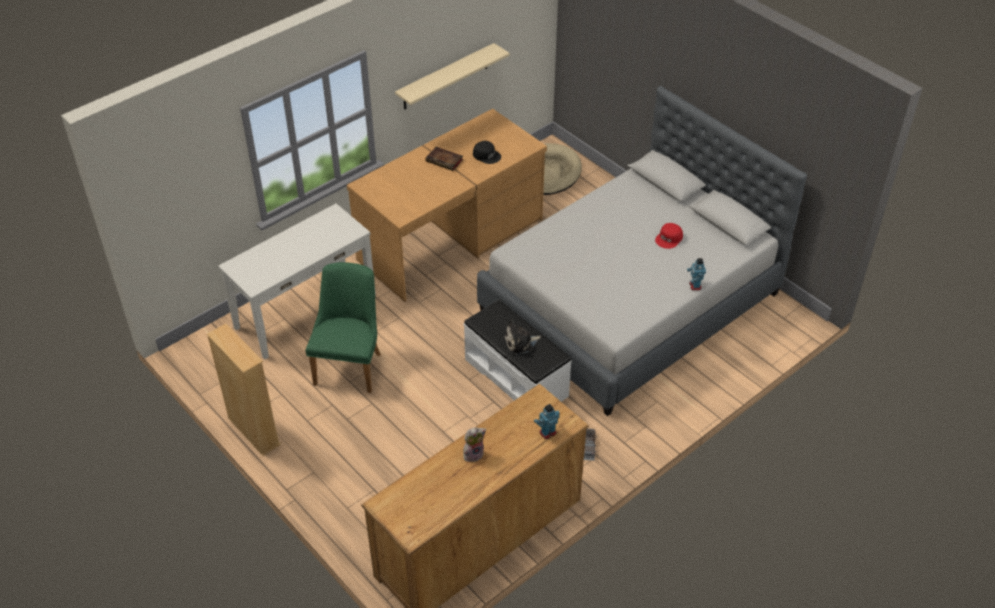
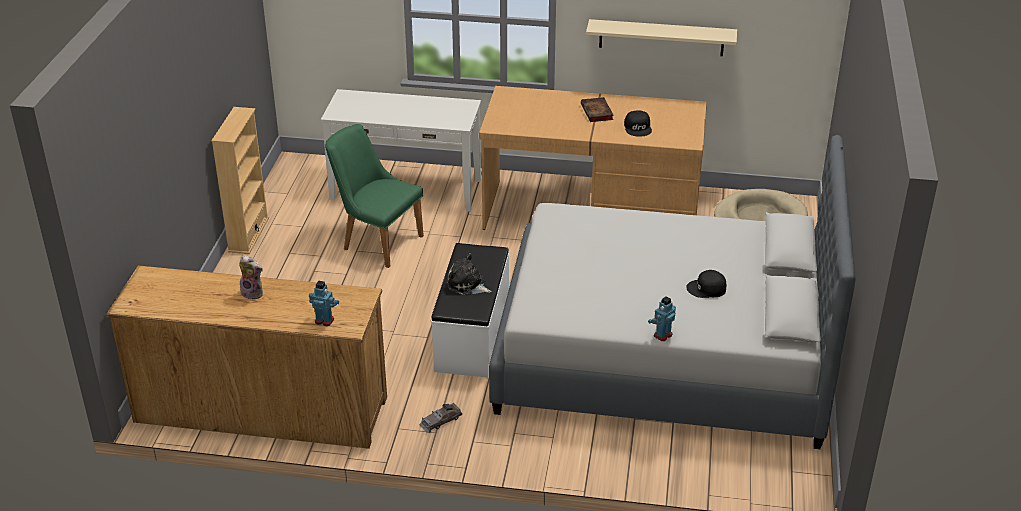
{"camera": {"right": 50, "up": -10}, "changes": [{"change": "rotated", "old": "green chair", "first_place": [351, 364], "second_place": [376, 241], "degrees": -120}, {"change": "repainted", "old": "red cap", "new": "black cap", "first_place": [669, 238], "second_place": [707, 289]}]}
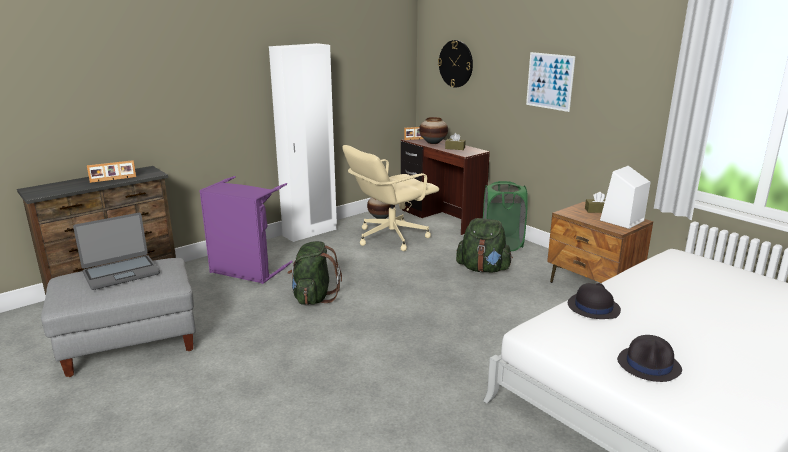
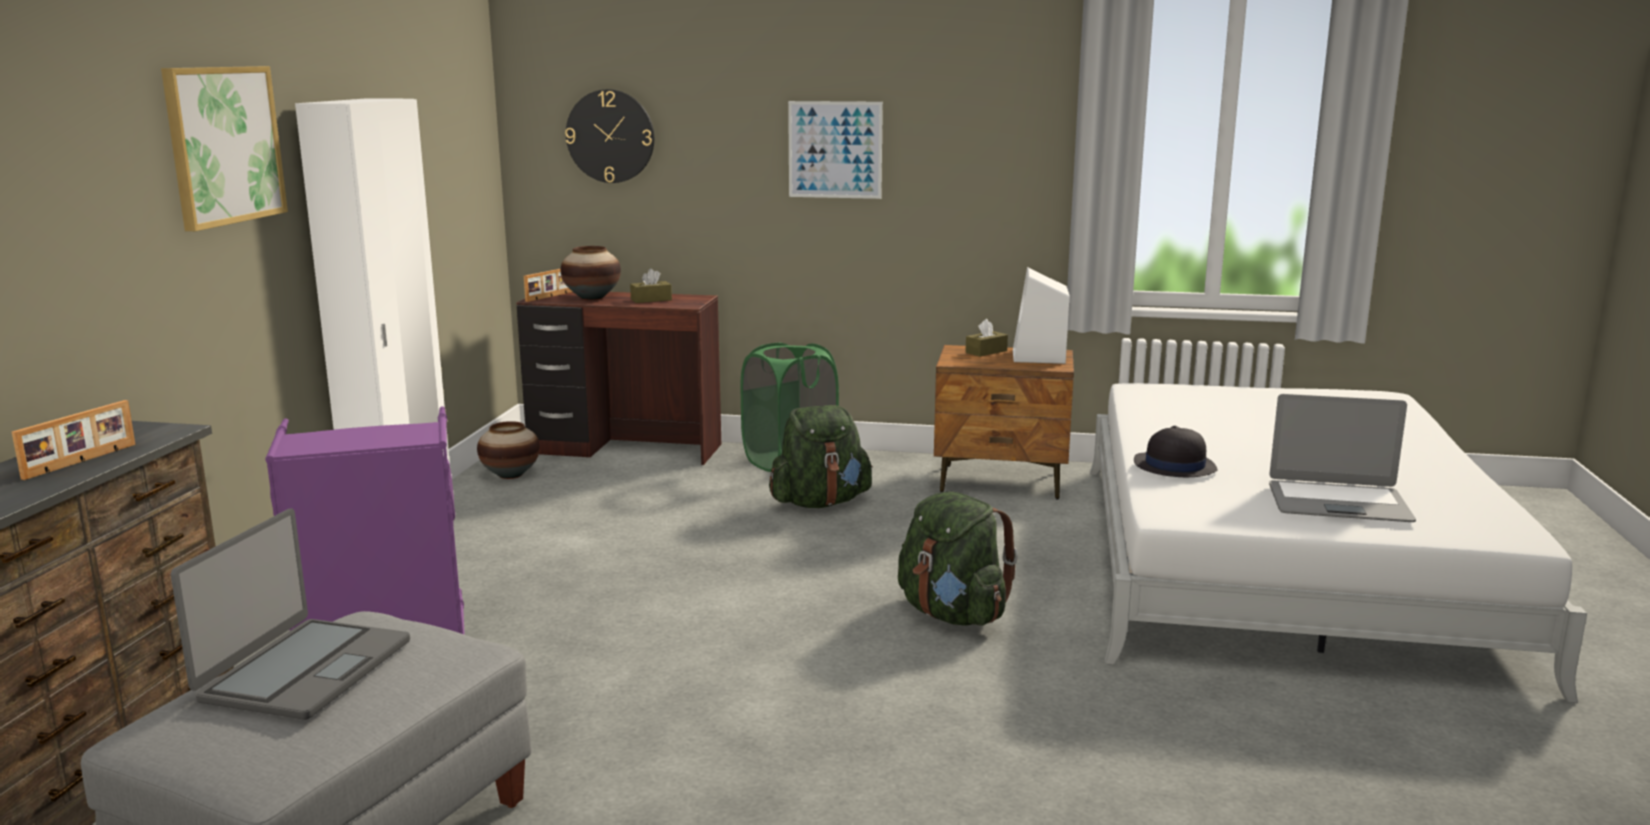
{"camera": {"right": -40, "up": -5}, "changes": [{"change": "shifted", "old": "green backpack", "first_place": [313, 297], "second_place": [953, 614]}, {"change": "gone", "old": "beige office chair", "first_place": [390, 237]}, {"change": "swapped", "old": "black hat", "new": "laptop", "first_place": [649, 365], "second_place": [1338, 503]}, {"change": "new", "new": "picture", "second_place": [224, 145]}]}
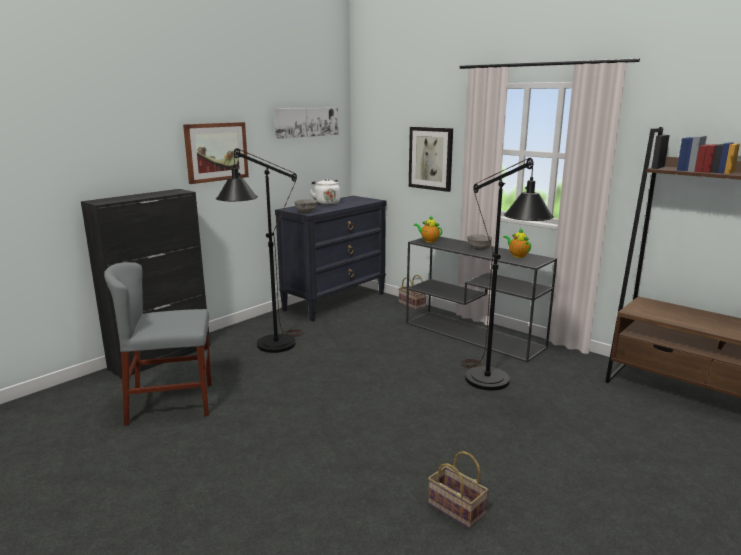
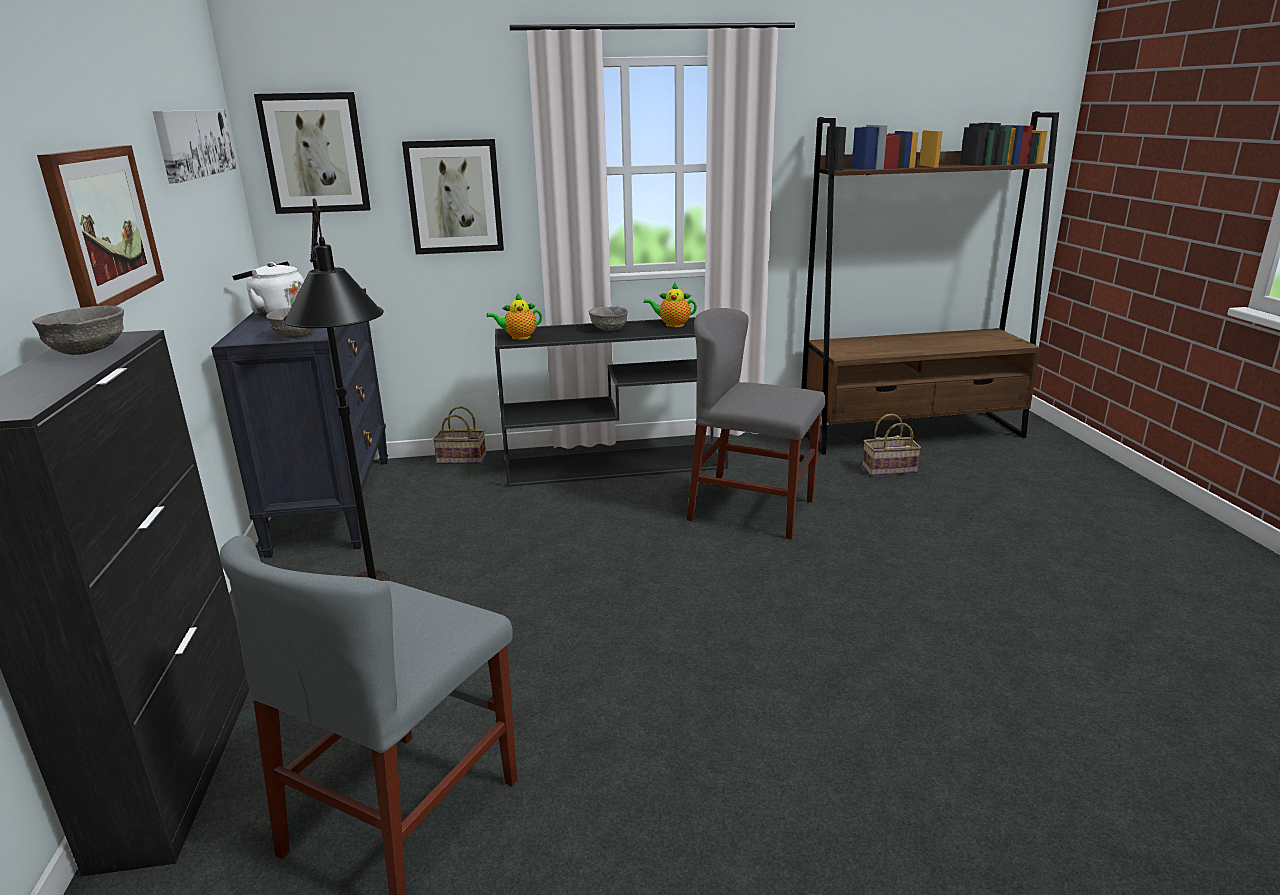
{"camera": {"right": -50, "up": 5}, "changes": [{"change": "shifted", "old": "basket", "first_place": [454, 509], "second_place": [888, 470]}, {"change": "swapped", "old": "black floor lamp", "new": "grey chair", "first_place": [493, 385], "second_place": [752, 510]}, {"change": "new", "new": "grey bowl", "second_place": [89, 351]}, {"change": "new", "new": "picture", "second_place": [315, 153]}]}
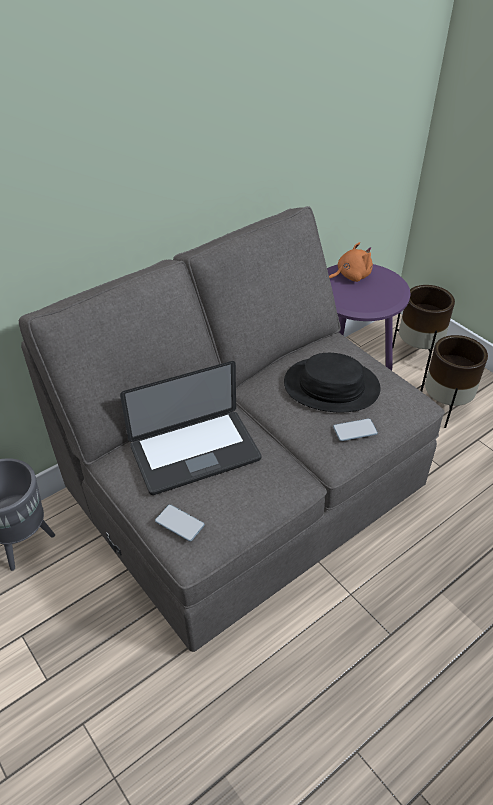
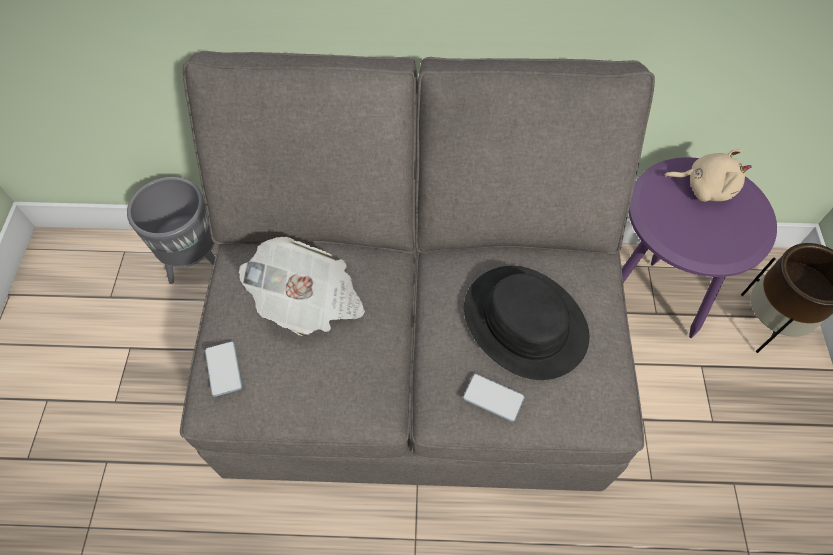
{"camera": {"right": 40, "up": 15}, "changes": [{"change": "swapped", "old": "laptop", "new": "newspaper", "first_place": [195, 453], "second_place": [310, 301]}, {"change": "repainted", "old": "orange plush toy", "new": "beige plush toy", "first_place": [350, 276], "second_place": [704, 187]}, {"change": "gone", "old": "brown planter", "first_place": [444, 407]}]}
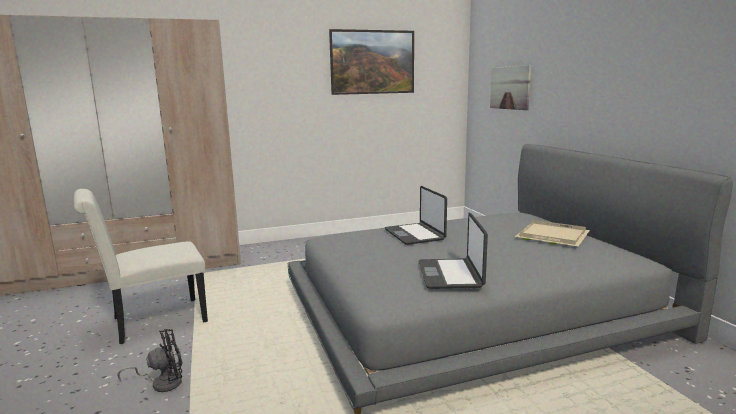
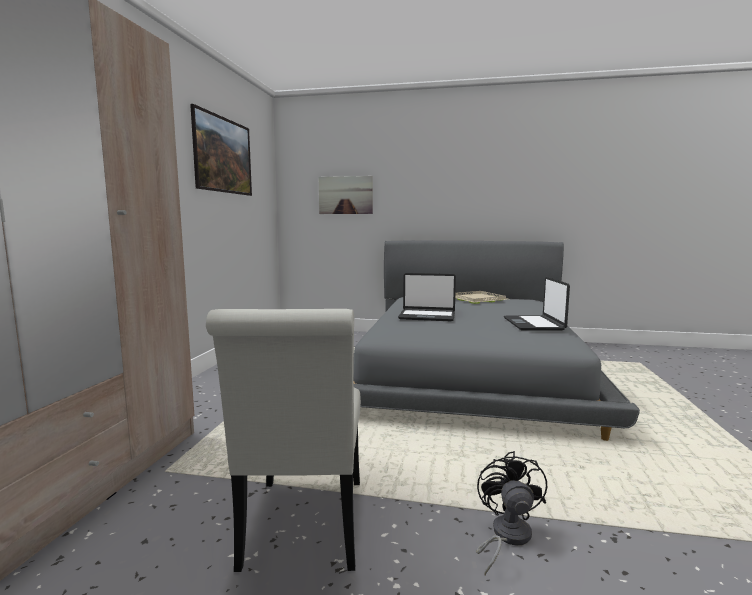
{"camera": {"right": -60, "up": -5}, "changes": [{"change": "rotated", "old": "laptop", "first_place": [451, 275], "second_place": [534, 324], "degrees": 60}]}
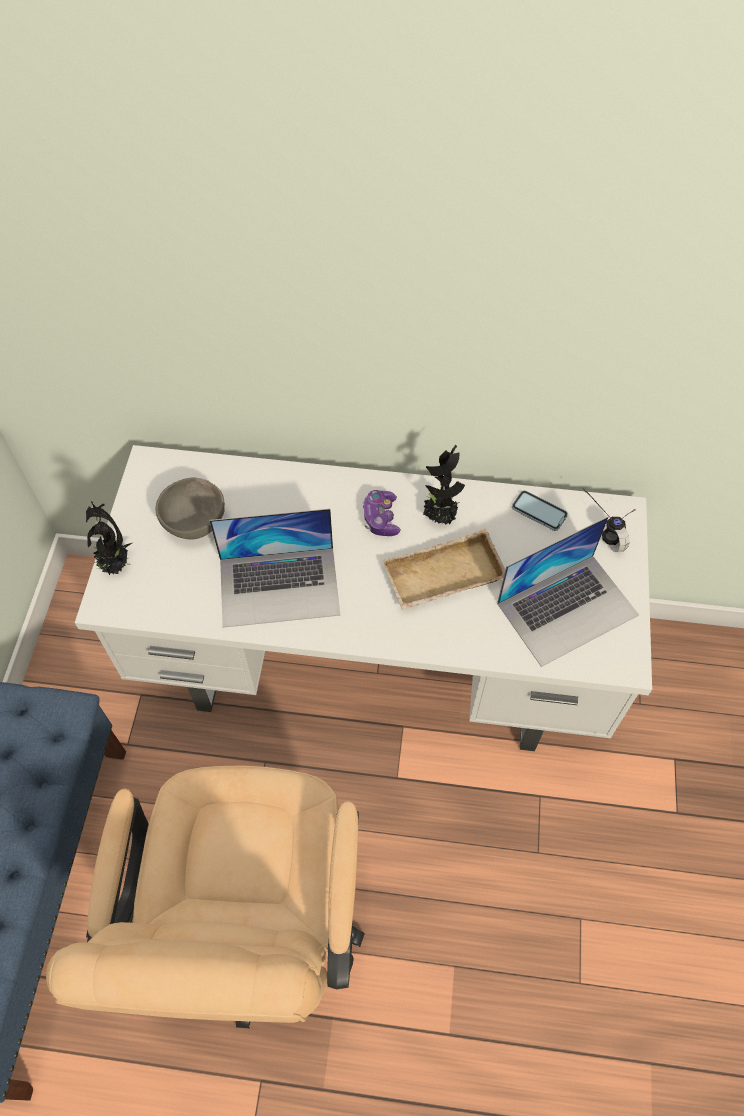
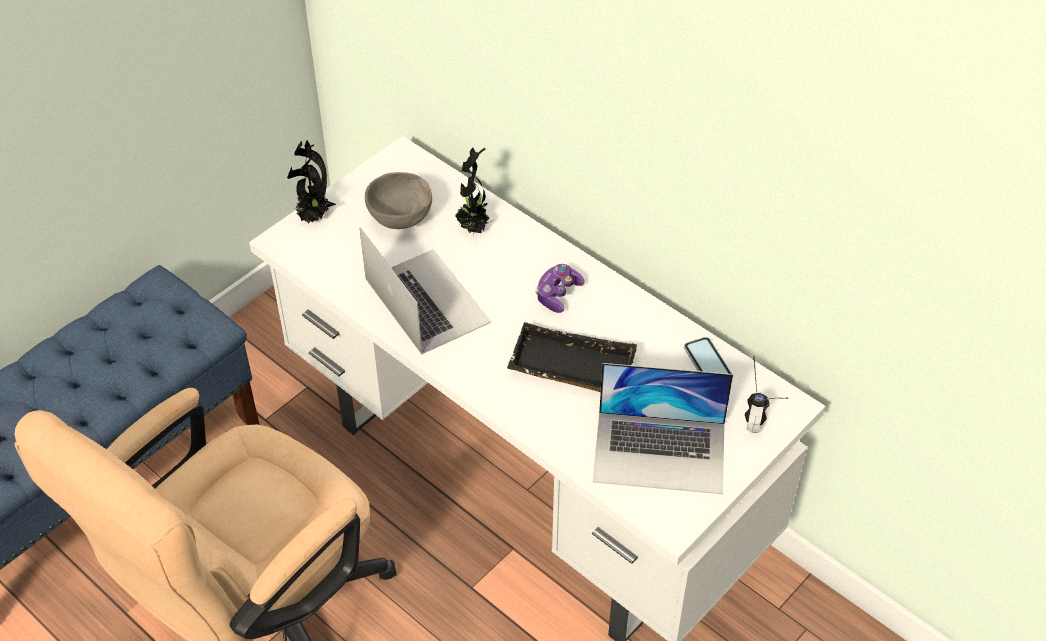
{"camera": {"right": 35, "up": -10}, "changes": [{"change": "rotated", "old": "laptop", "first_place": [279, 586], "second_place": [426, 300], "degrees": -150}, {"change": "repainted", "old": "beige tray", "new": "black tray", "first_place": [443, 579], "second_place": [569, 369]}, {"change": "shifted", "old": "potted plant", "first_place": [441, 517], "second_place": [474, 228]}]}
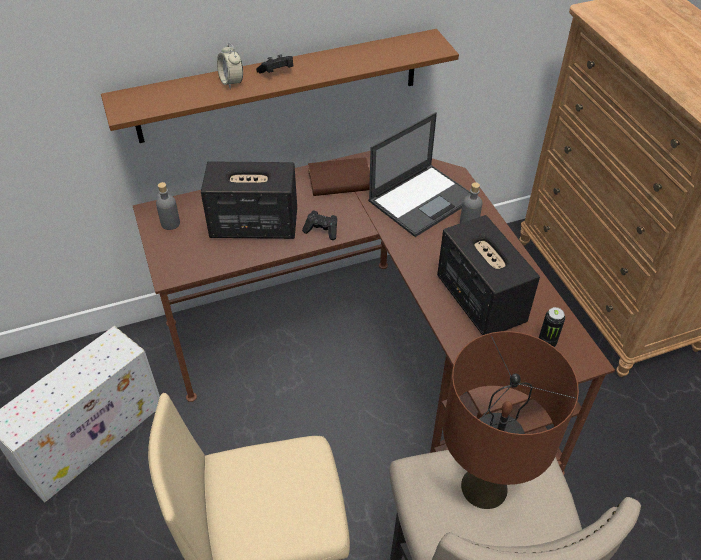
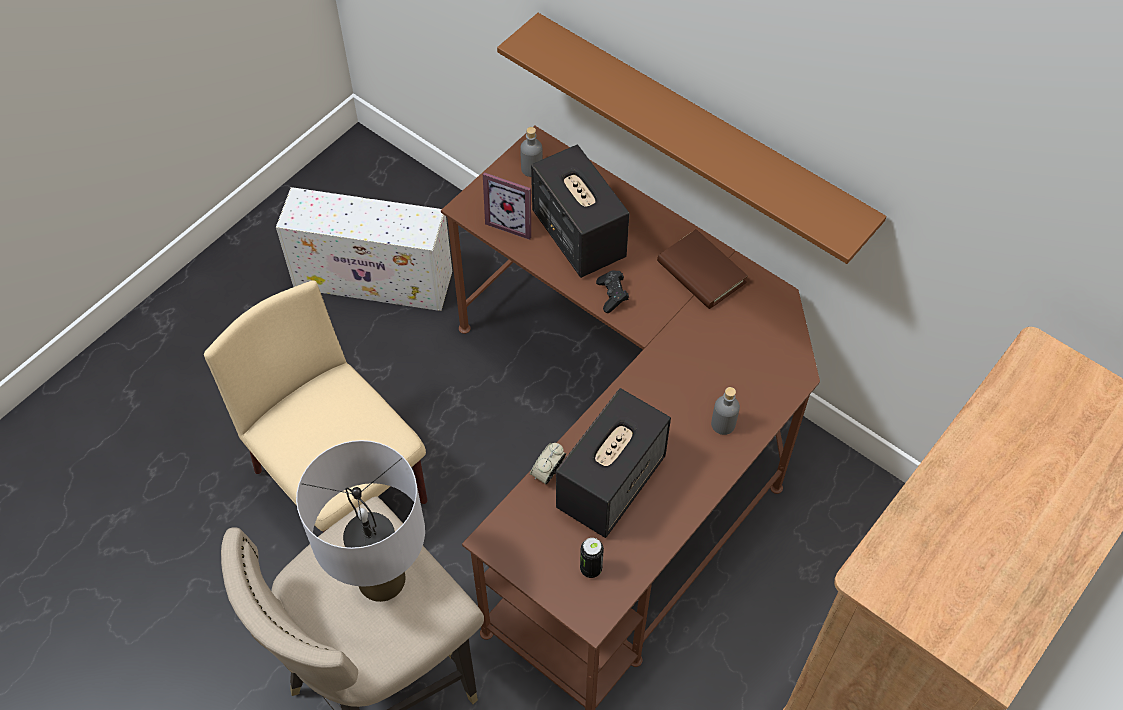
{"camera": {"right": 60, "up": 10}, "changes": [{"change": "shifted", "old": "alarm clock", "first_place": [231, 82], "second_place": [548, 472]}, {"change": "gone", "old": "black game controller", "first_place": [277, 72]}, {"change": "gone", "old": "laptop", "first_place": [422, 199]}, {"change": "repainted", "old": "brown table lamp", "new": "grey table lamp", "first_place": [484, 488], "second_place": [381, 579]}, {"change": "new", "new": "picture frame", "second_place": [513, 221]}]}
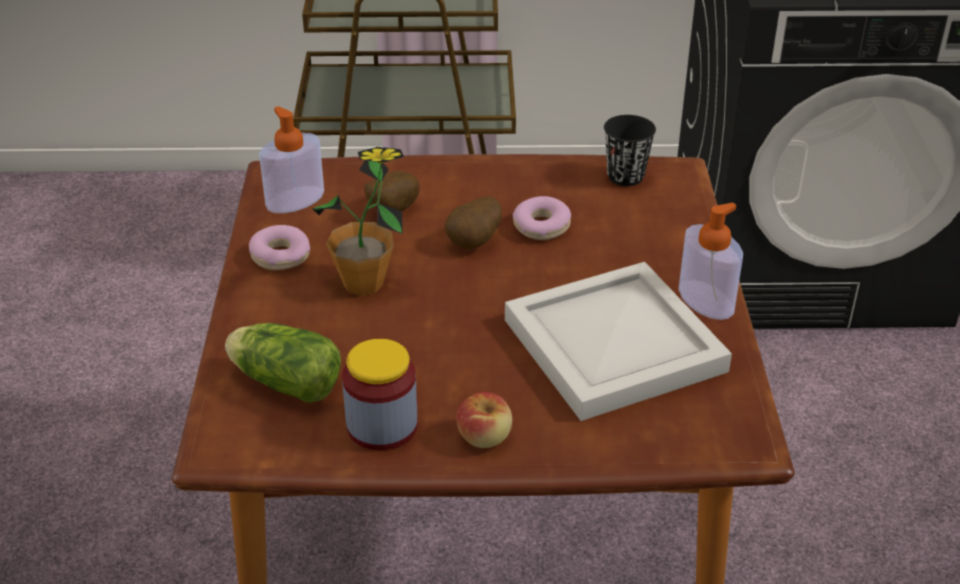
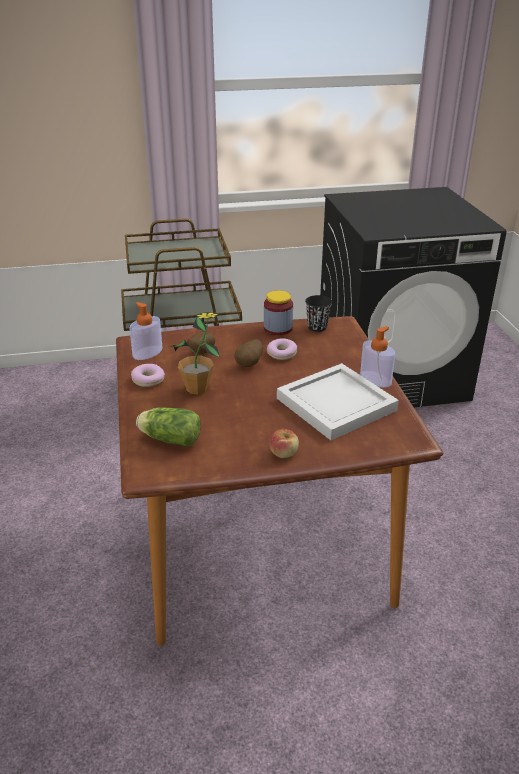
{"camera": {"right": -10, "up": -5}, "changes": [{"change": "shifted", "old": "jar", "first_place": [382, 426], "second_place": [278, 328]}]}
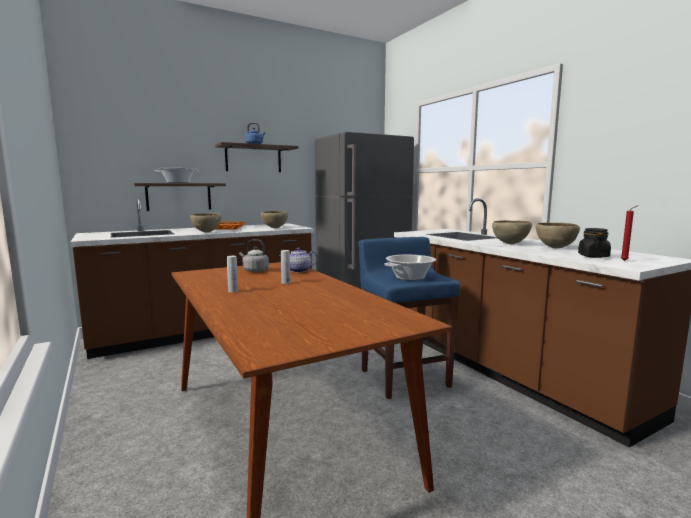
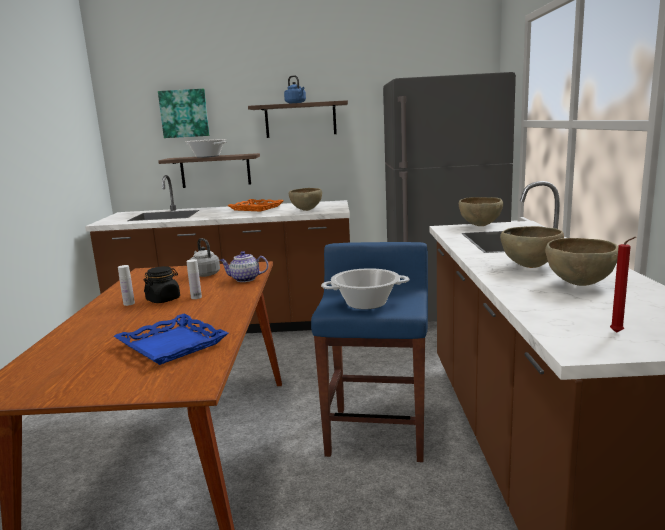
{"camera": {"right": 30, "up": 5}, "changes": [{"change": "shifted", "old": "brown bowl", "first_place": [206, 232], "second_place": [479, 226]}, {"change": "shifted", "old": "black jar", "first_place": [593, 256], "second_place": [163, 299]}, {"change": "new", "new": "blue tray", "second_place": [171, 345]}, {"change": "new", "new": "picture", "second_place": [184, 113]}]}
